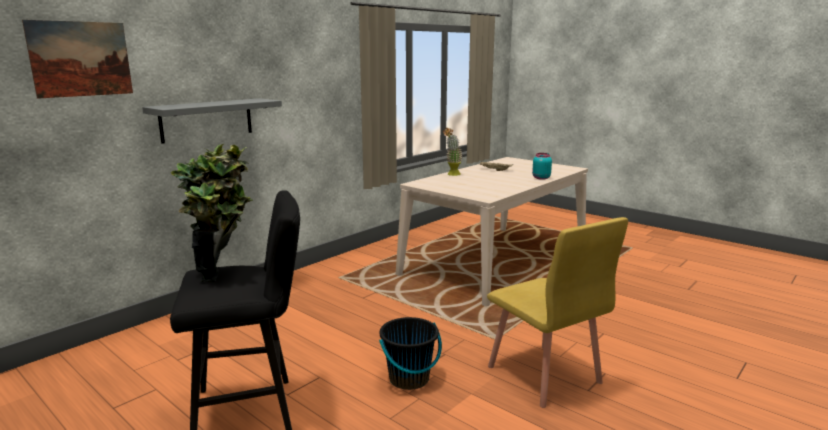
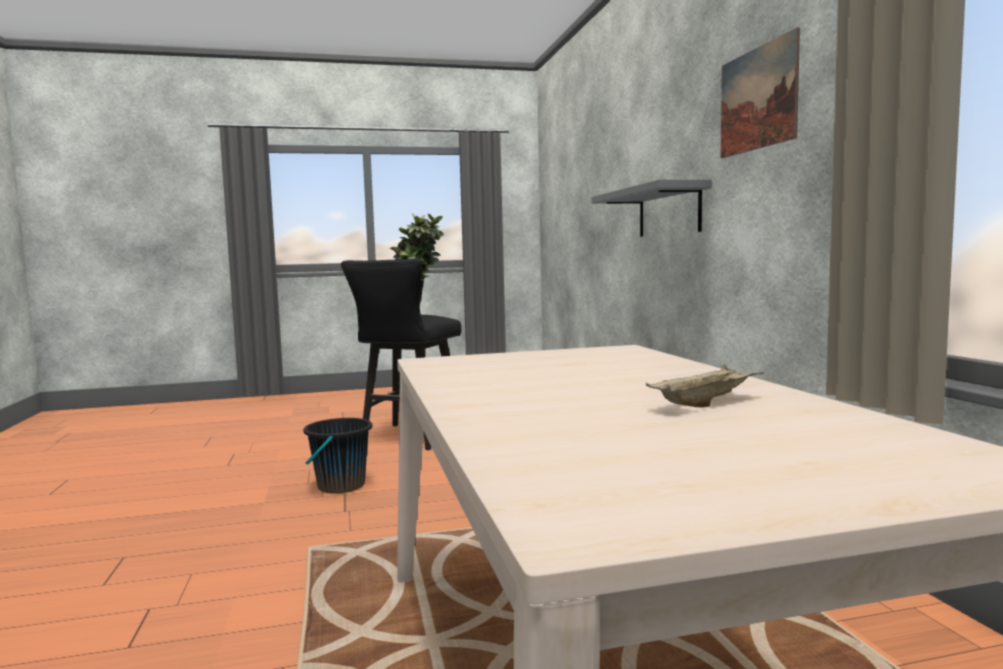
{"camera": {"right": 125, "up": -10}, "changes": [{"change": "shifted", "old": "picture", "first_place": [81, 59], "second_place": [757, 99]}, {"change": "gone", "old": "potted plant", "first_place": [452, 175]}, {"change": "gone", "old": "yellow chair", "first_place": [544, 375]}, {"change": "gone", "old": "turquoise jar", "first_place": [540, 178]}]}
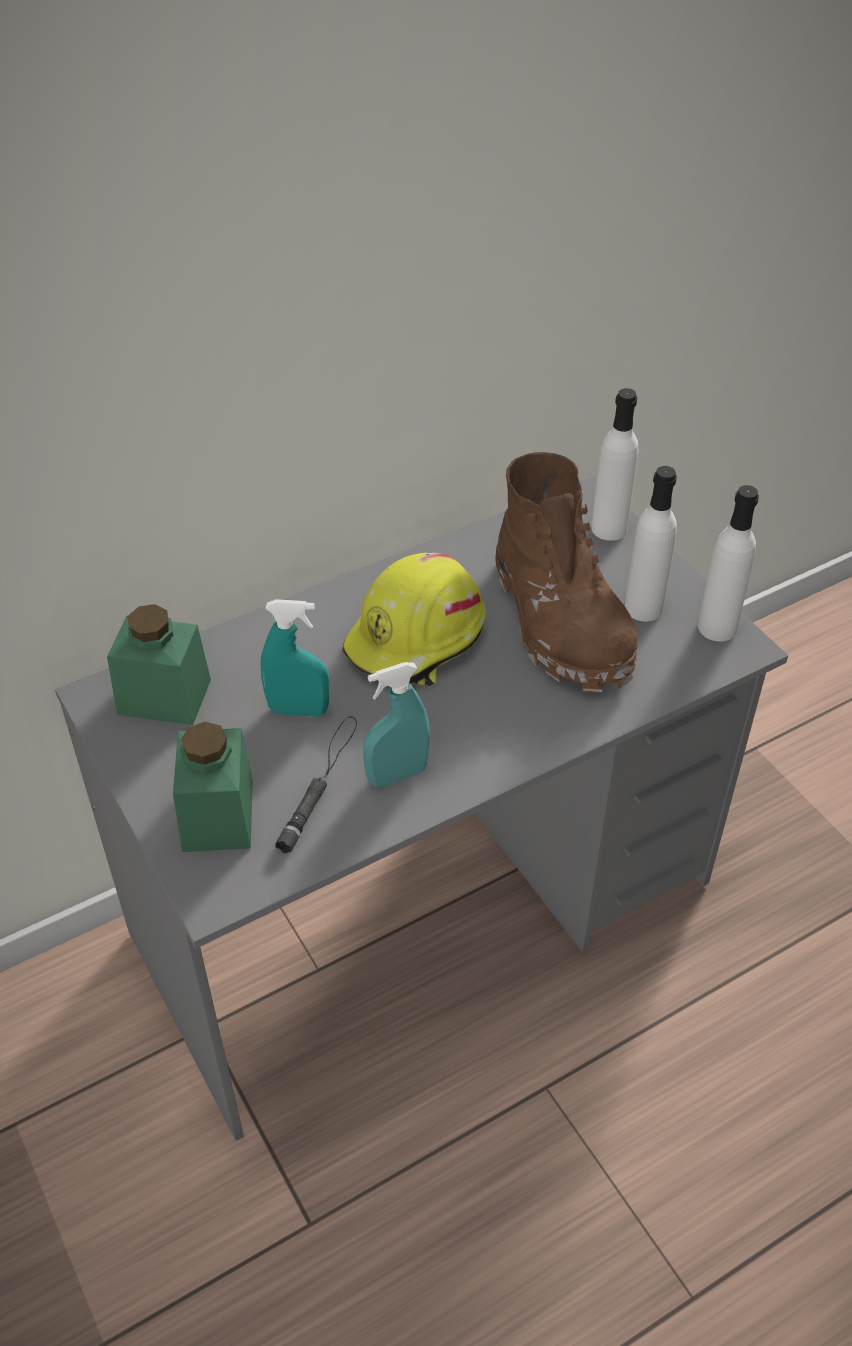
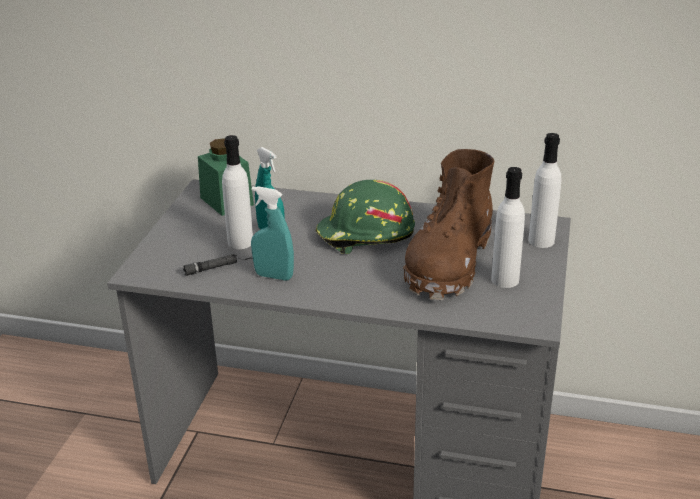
{"camera": {"right": 45, "up": -15}, "changes": [{"change": "gone", "old": "green jar", "first_place": [218, 815]}, {"change": "repainted", "old": "yellow hard hat", "new": "green hard hat", "first_place": [417, 640], "second_place": [365, 235]}, {"change": "shifted", "old": "white bottle", "first_place": [717, 627], "second_place": [240, 242]}]}
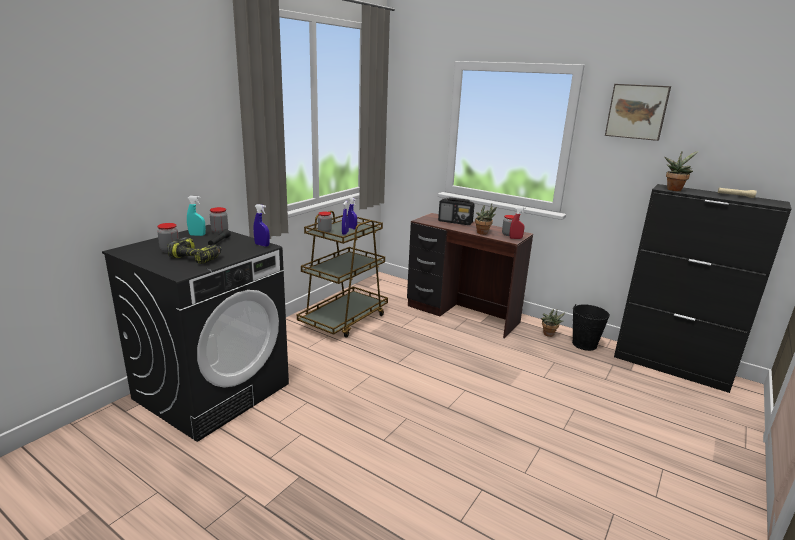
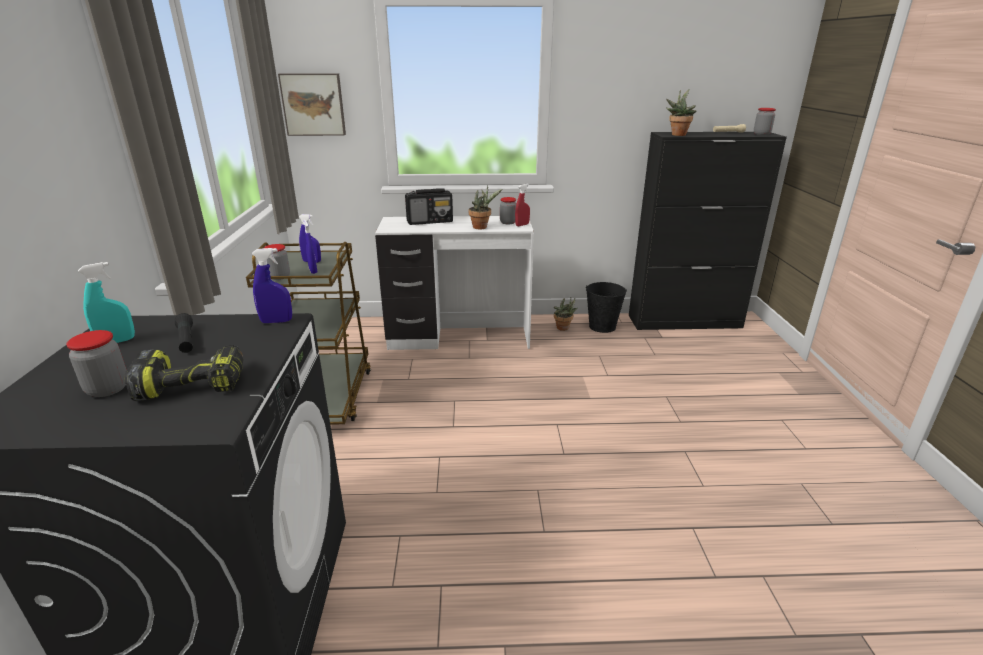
{"camera": {"right": -35, "up": 5}, "changes": [{"change": "shifted", "old": "jar", "first_place": [220, 232], "second_place": [761, 134]}, {"change": "repainted", "old": "brown desk", "new": "white desk", "first_place": [461, 315], "second_place": [459, 338]}, {"change": "shifted", "old": "picture", "first_place": [637, 111], "second_place": [313, 104]}]}
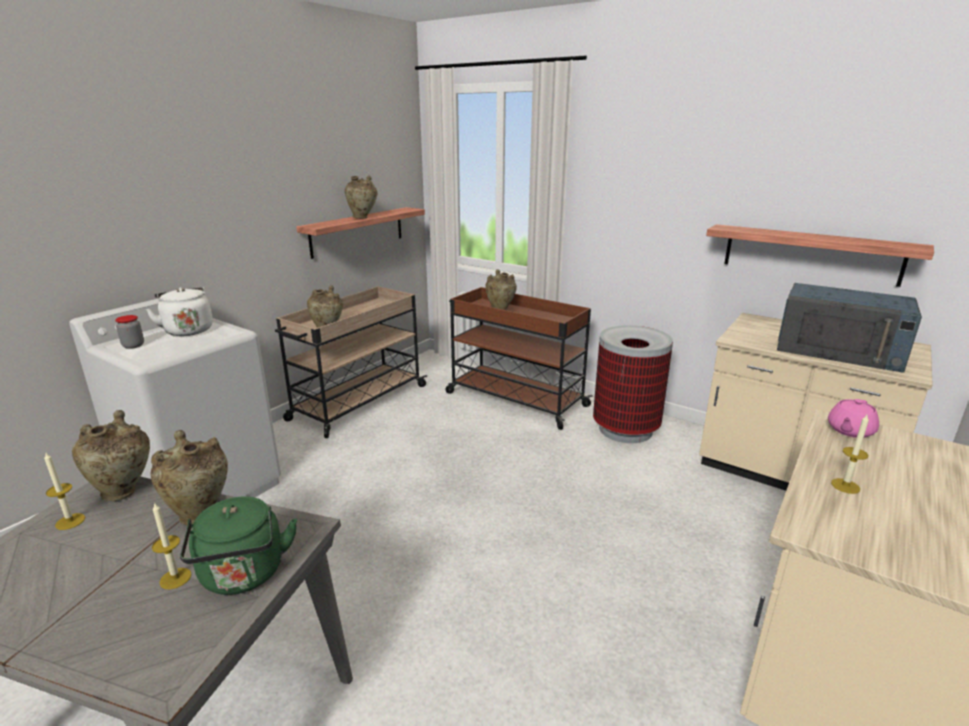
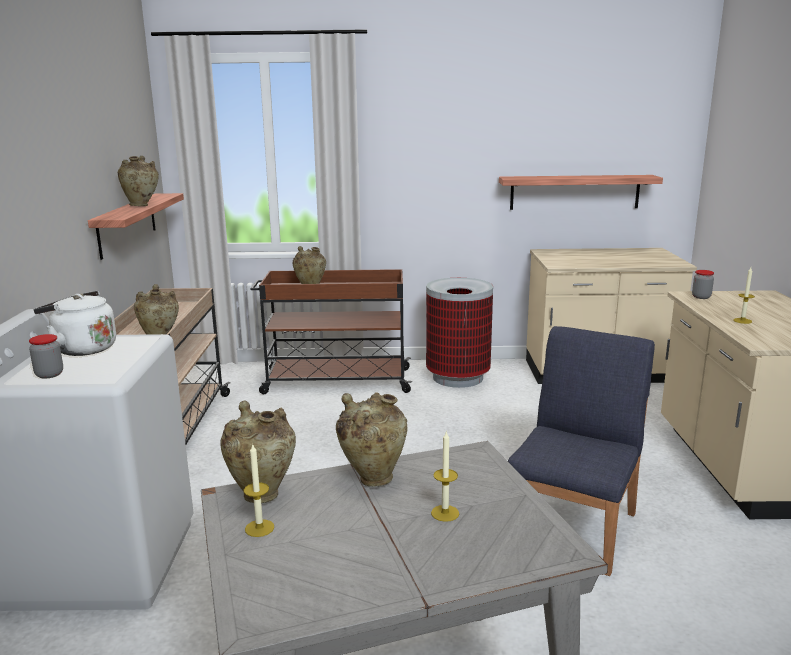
{"camera": {"right": -35, "up": -5}, "changes": [{"change": "gone", "old": "green kettle", "first_place": [243, 576]}, {"change": "gone", "old": "blue microwave", "first_place": [839, 350]}, {"change": "swapped", "old": "pink teapot", "new": "jar", "first_place": [849, 431], "second_place": [701, 297]}, {"change": "new", "new": "blue chair", "second_place": [574, 527]}]}
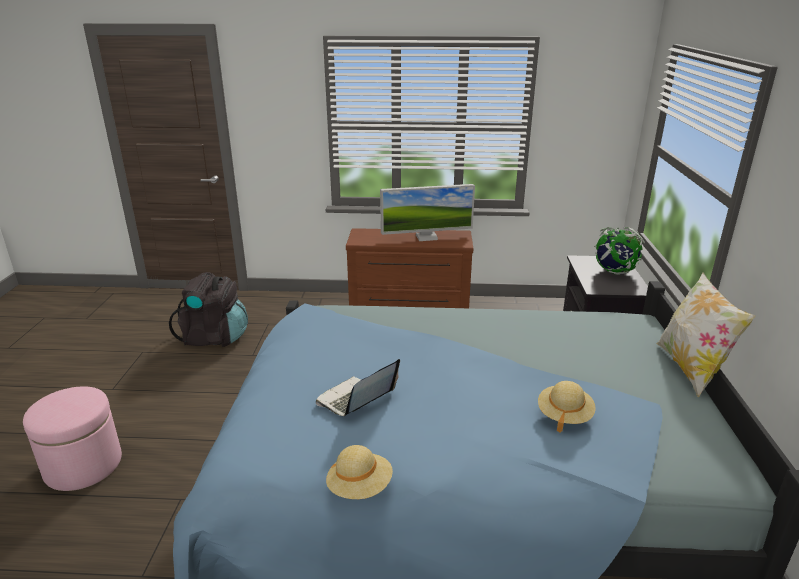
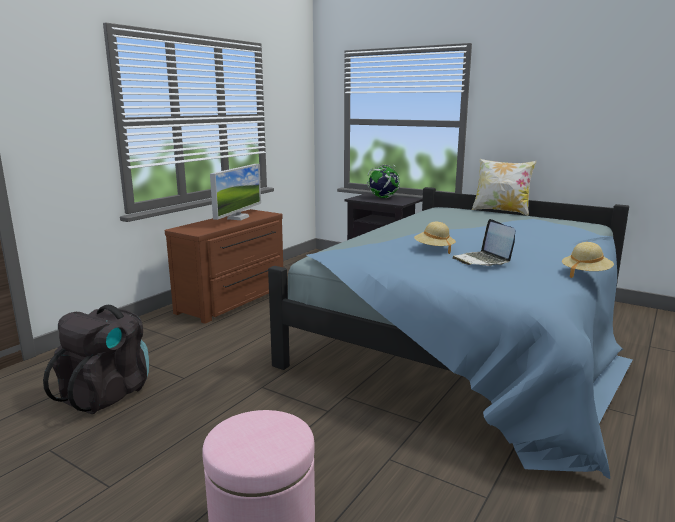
{"camera": {"right": -60, "up": -10}, "changes": [{"change": "shifted", "old": "beige hat", "first_place": [564, 415], "second_place": [434, 249]}]}
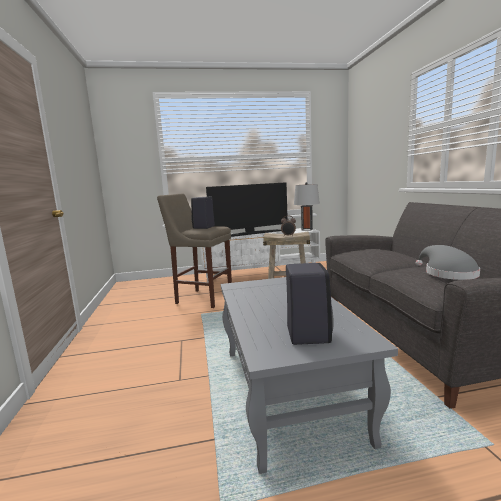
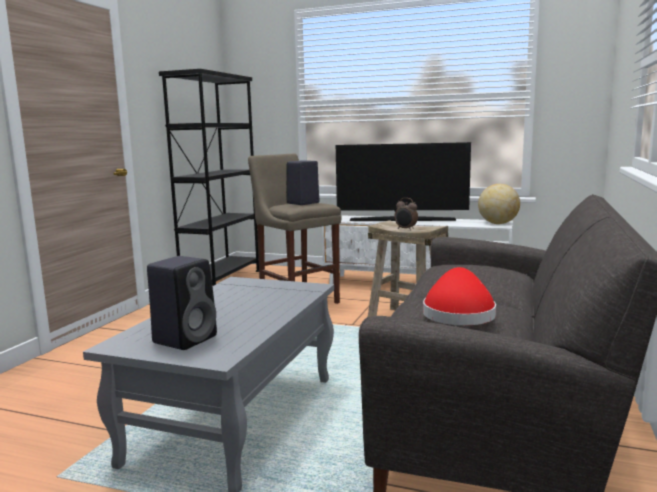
{"camera": {"right": 30, "up": 0}, "changes": [{"change": "swapped", "old": "grey table lamp", "new": "globe", "first_place": [307, 229], "second_place": [498, 223]}, {"change": "repainted", "old": "grey hat", "new": "red hat", "first_place": [447, 273], "second_place": [458, 313]}, {"change": "new", "new": "black bookcase", "second_place": [222, 280]}]}
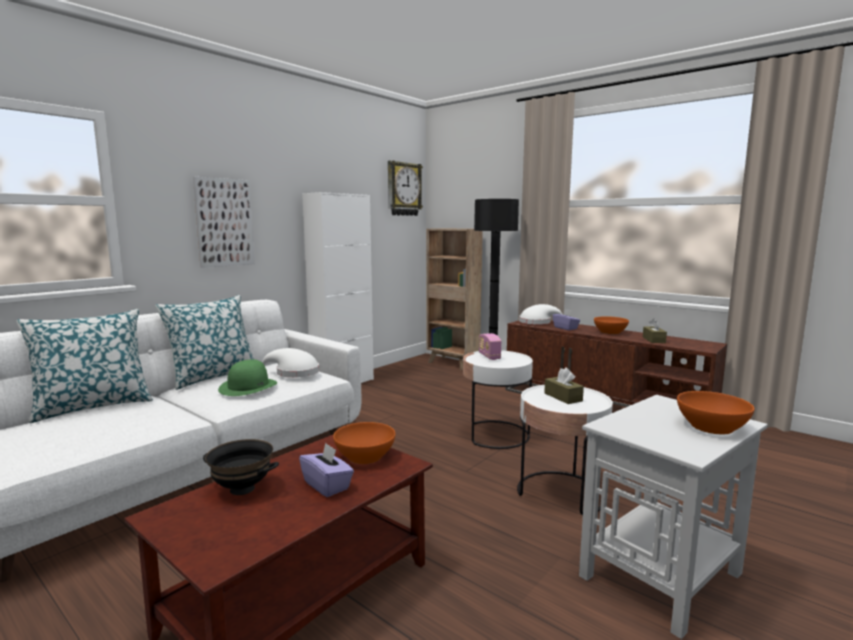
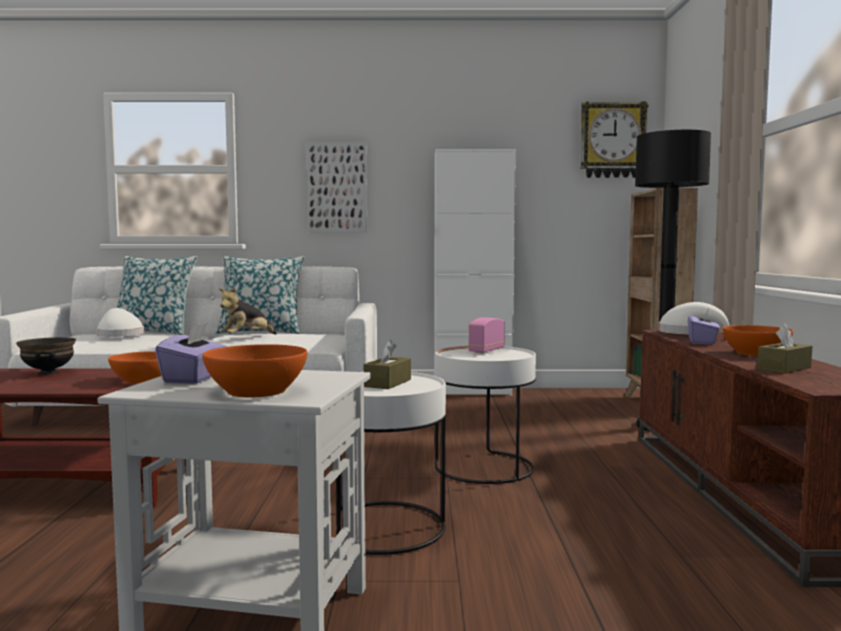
{"camera": {"right": 50, "up": -5}, "changes": [{"change": "swapped", "old": "green hat", "new": "plush toy", "first_place": [248, 386], "second_place": [246, 337]}, {"change": "shifted", "old": "white hat", "first_place": [294, 373], "second_place": [119, 335]}, {"change": "shifted", "old": "purple tissue box", "first_place": [327, 485], "second_place": [194, 378]}]}
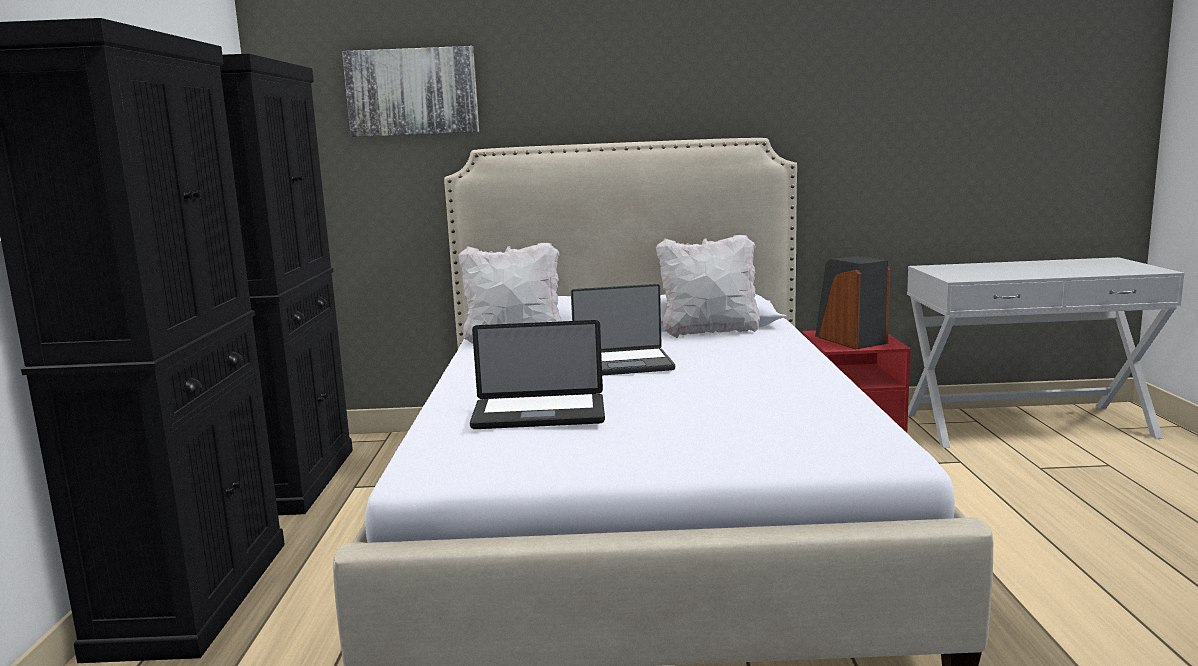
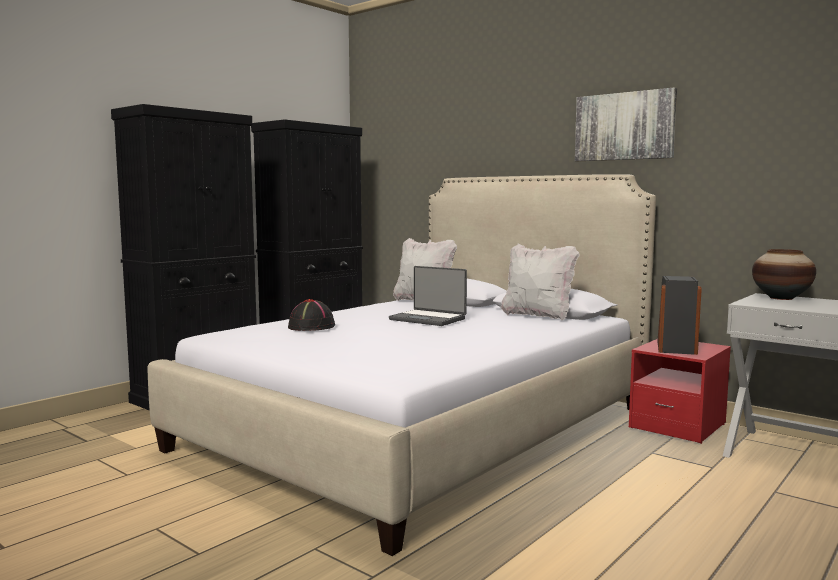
{"camera": {"right": 40, "up": -5}, "changes": [{"change": "shifted", "old": "picture", "first_place": [412, 92], "second_place": [624, 126]}, {"change": "swapped", "old": "laptop", "new": "black hat", "first_place": [539, 414], "second_place": [312, 327]}, {"change": "new", "new": "vase", "second_place": [781, 298]}]}
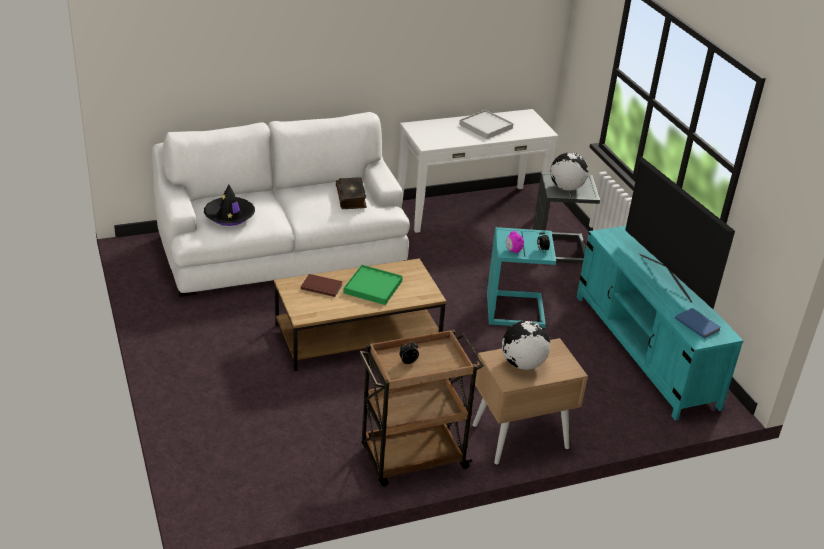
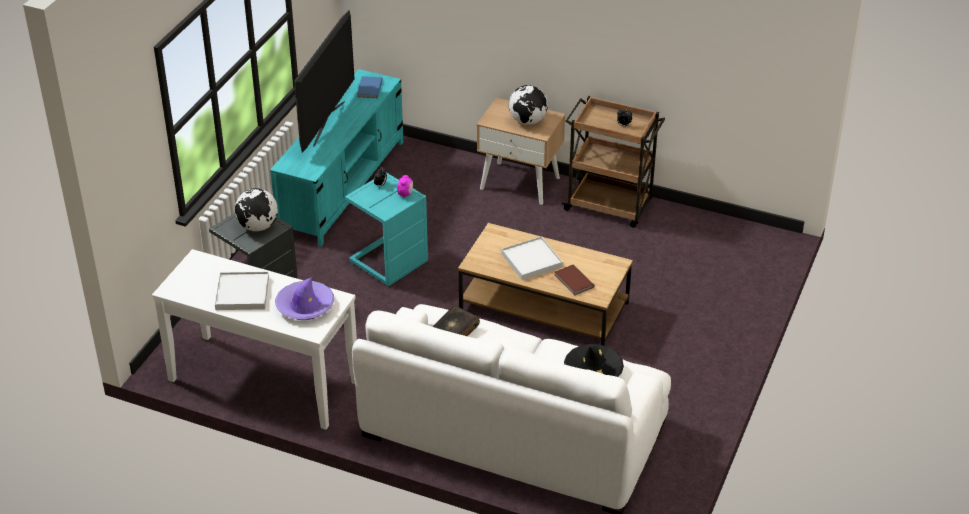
{"camera": {"right": -135, "up": 5}, "changes": [{"change": "repainted", "old": "green tray", "new": "white tray", "first_place": [373, 287], "second_place": [531, 260]}, {"change": "new", "new": "purple hat", "second_place": [305, 306]}]}
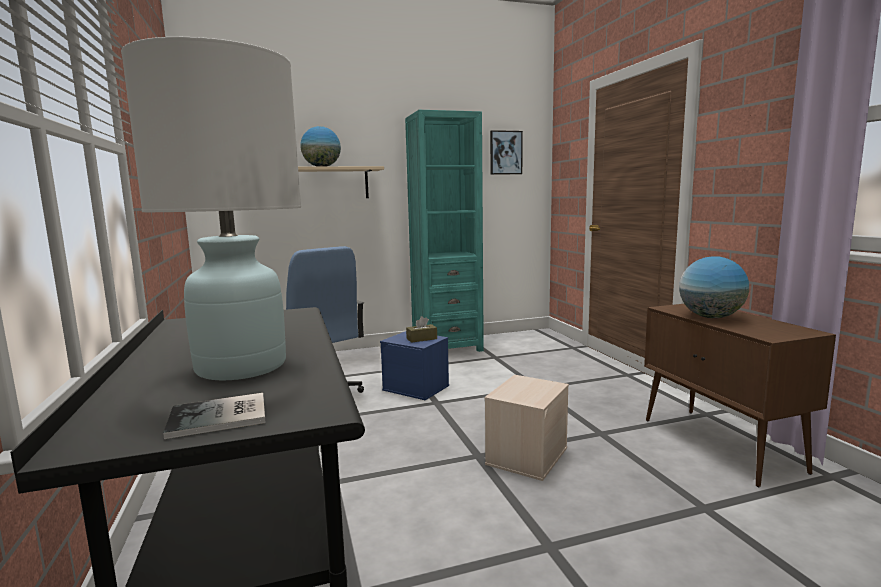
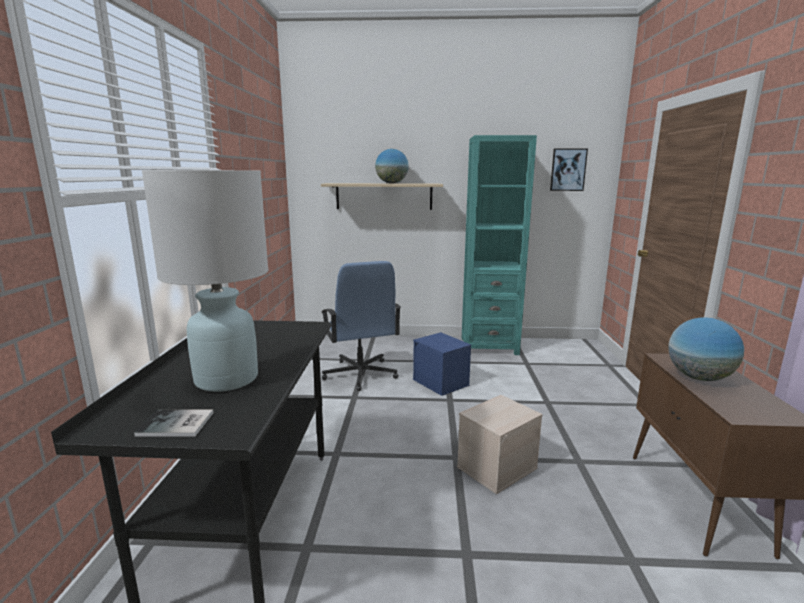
{"camera": {"right": 20, "up": 5}, "changes": [{"change": "gone", "old": "brown tissue box", "first_place": [421, 339]}]}
